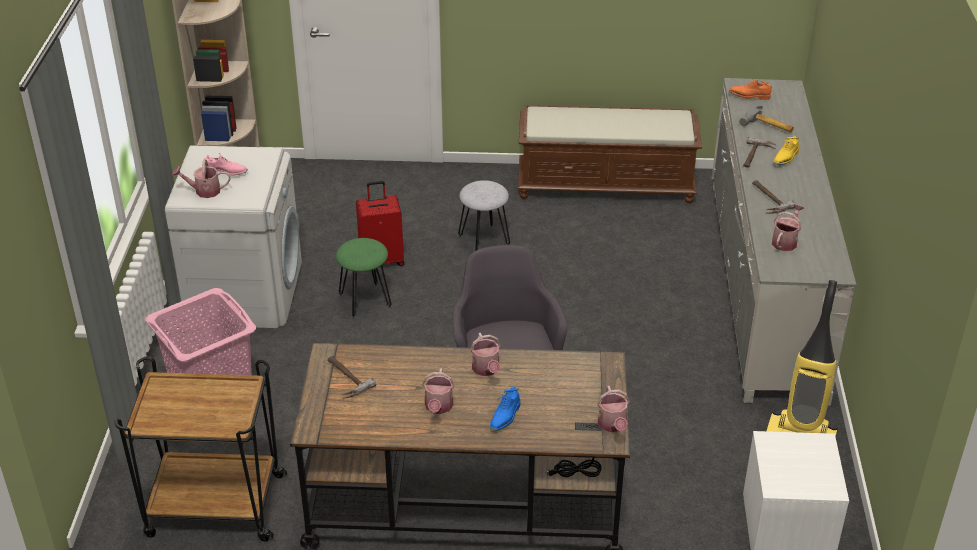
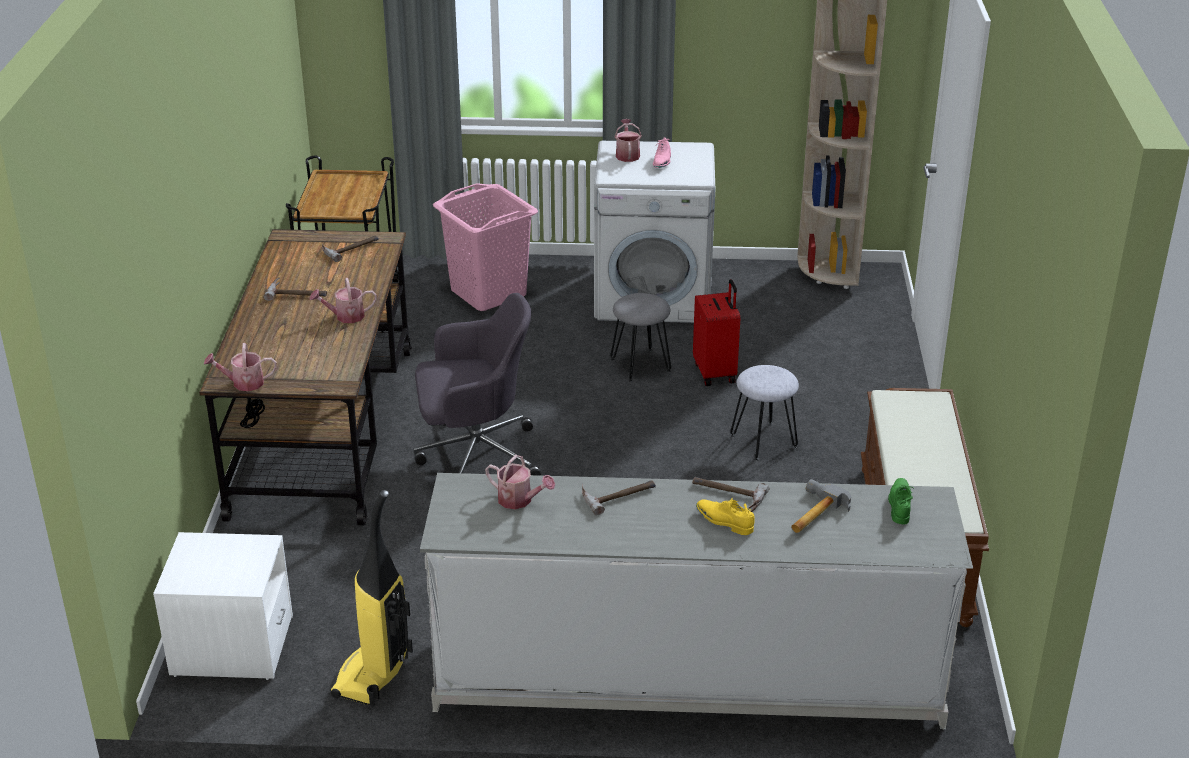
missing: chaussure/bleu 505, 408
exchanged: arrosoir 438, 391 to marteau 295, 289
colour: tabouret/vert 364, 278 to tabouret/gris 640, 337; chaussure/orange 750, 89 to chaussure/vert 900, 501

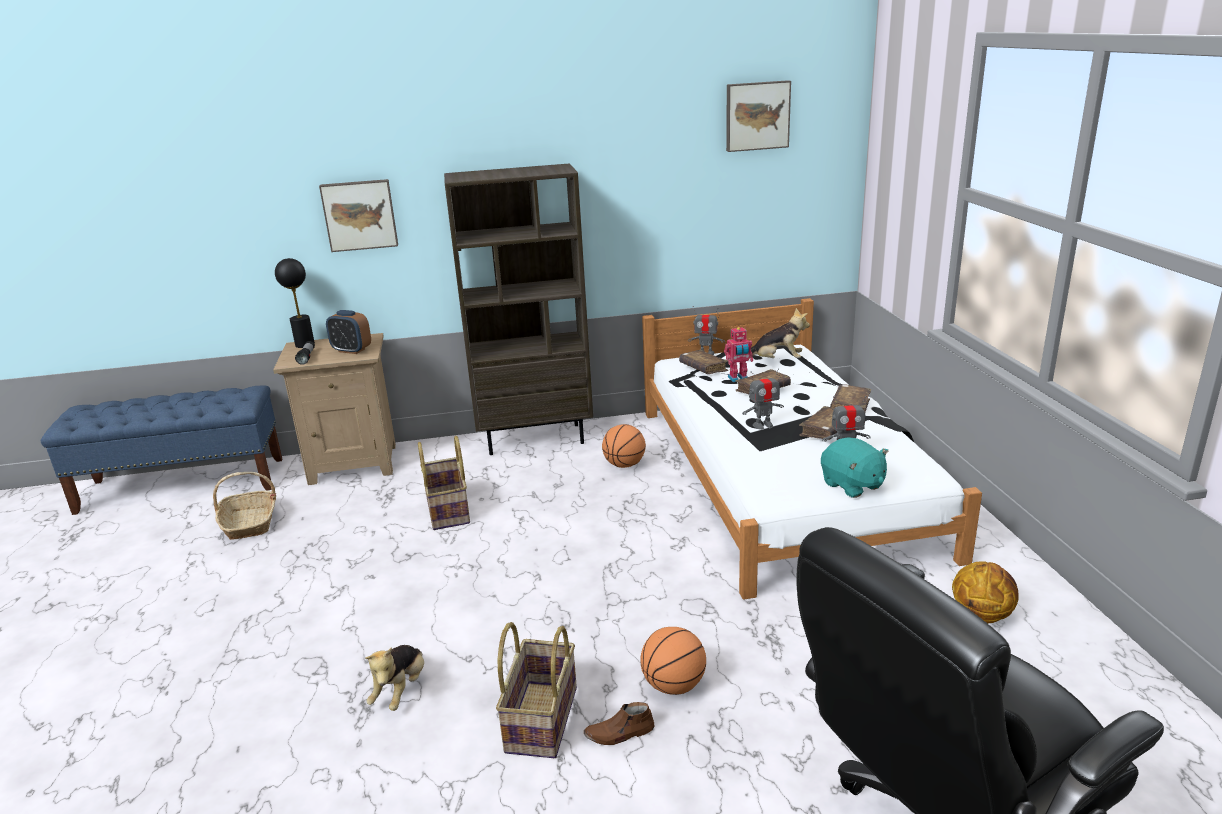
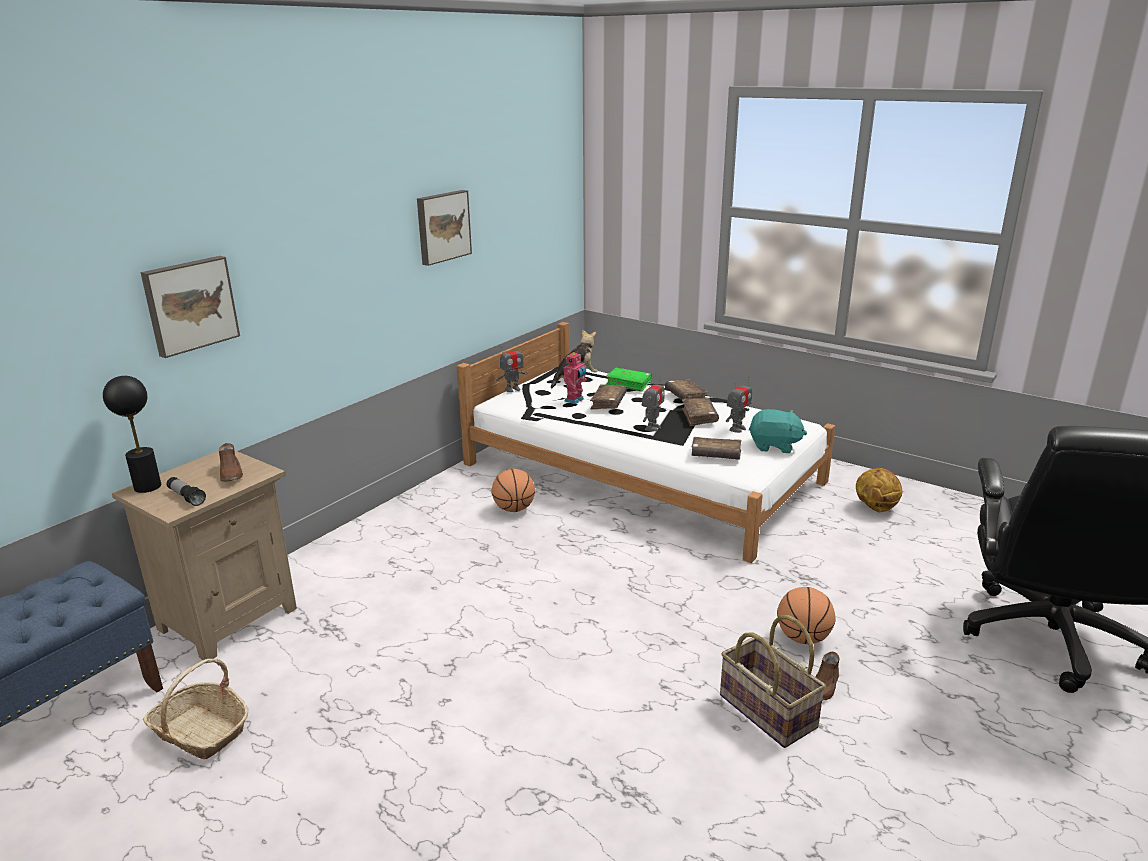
missing: peluche 394, 678; panier 444, 483; bibliothèque/marron 518, 309
appeared: livre/vert 628, 380
relocated: tableau 758, 116 to 444, 228; livre/marron 703, 362 to 716, 448
exchanged: réveil 348, 332 to chaussure/marron 231, 462

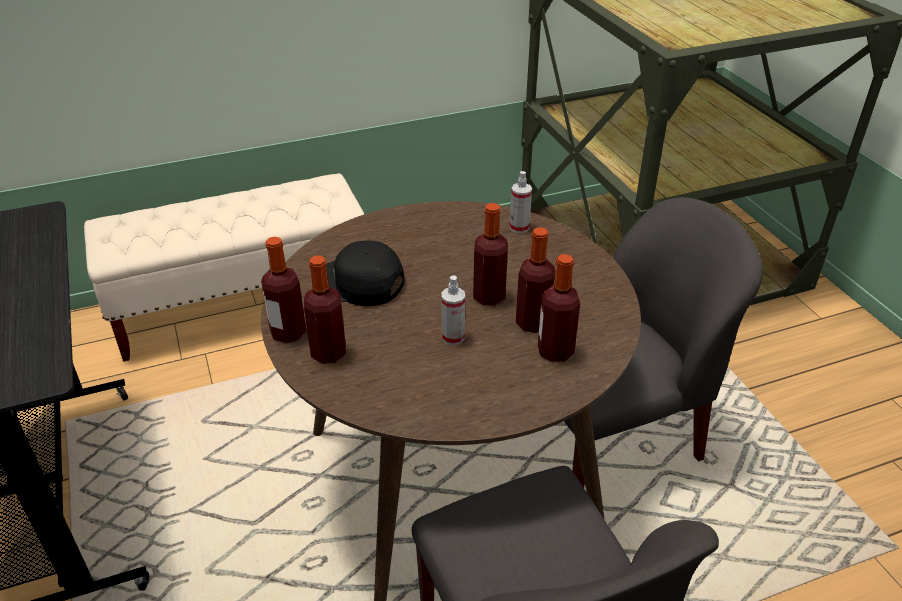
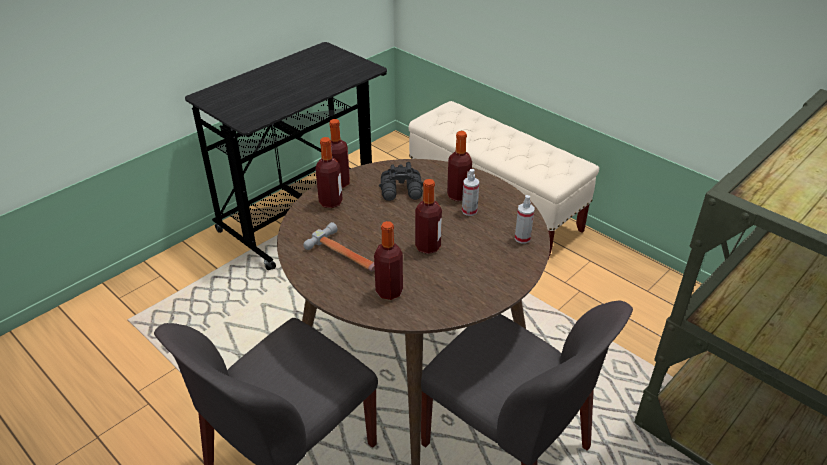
appeared: marteau 339, 246
relocated: bouteille 536, 280 to 459, 166; vaporisateur 453, 310 to 470, 192
exchanged: casquette/noir 365, 273 to jumelles/noir 401, 181

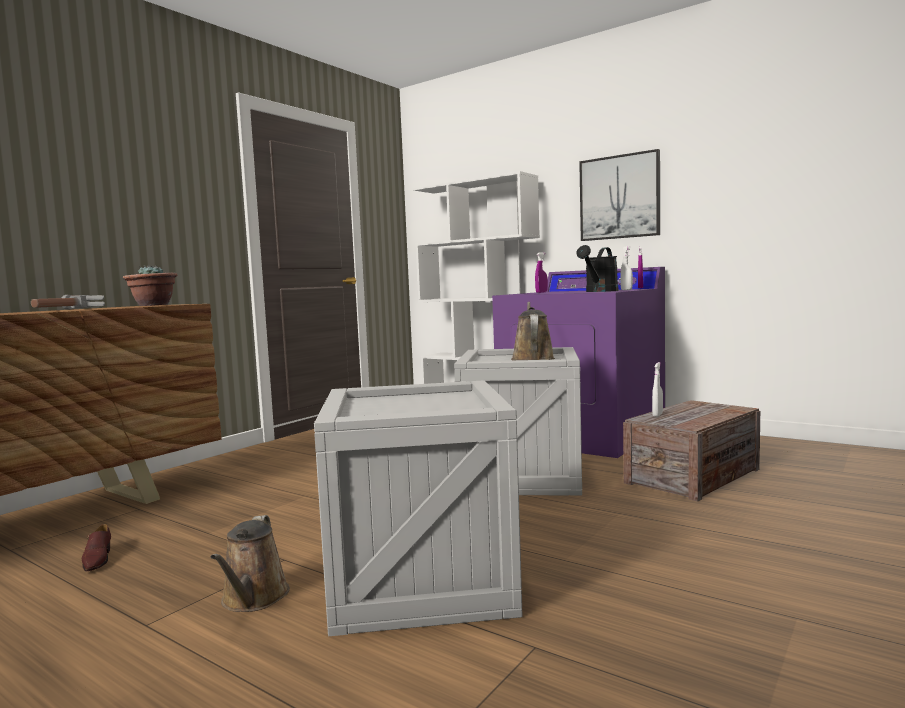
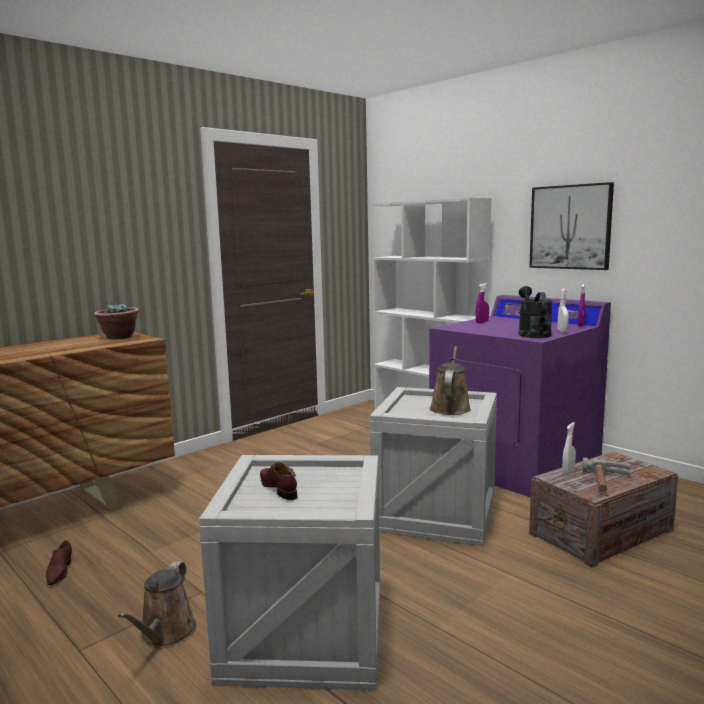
appeared: chaussure/marron 279, 481
relocated: marteau 68, 302 to 607, 474
spun: arrosoir/noir 597, 268 = 535, 312 135 degrees clockwise

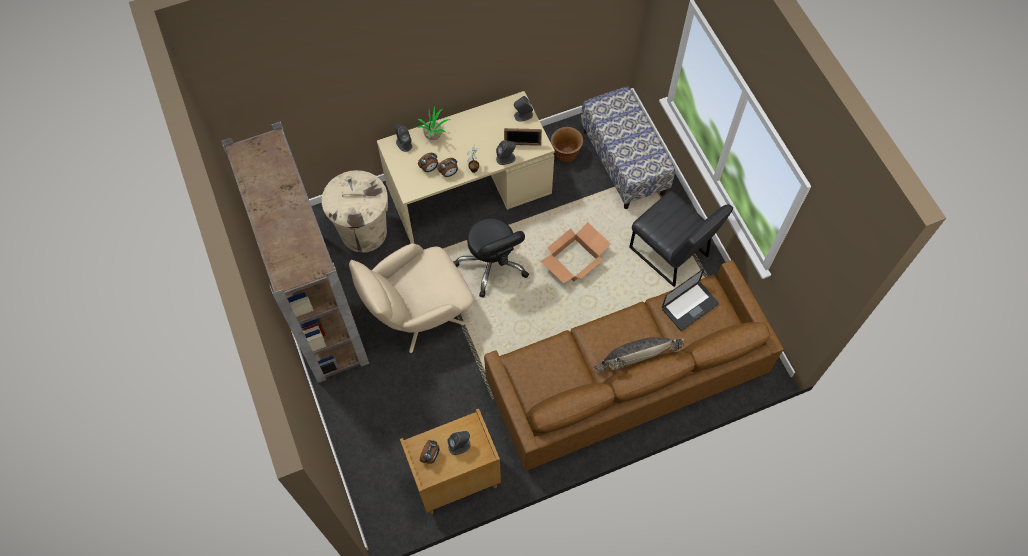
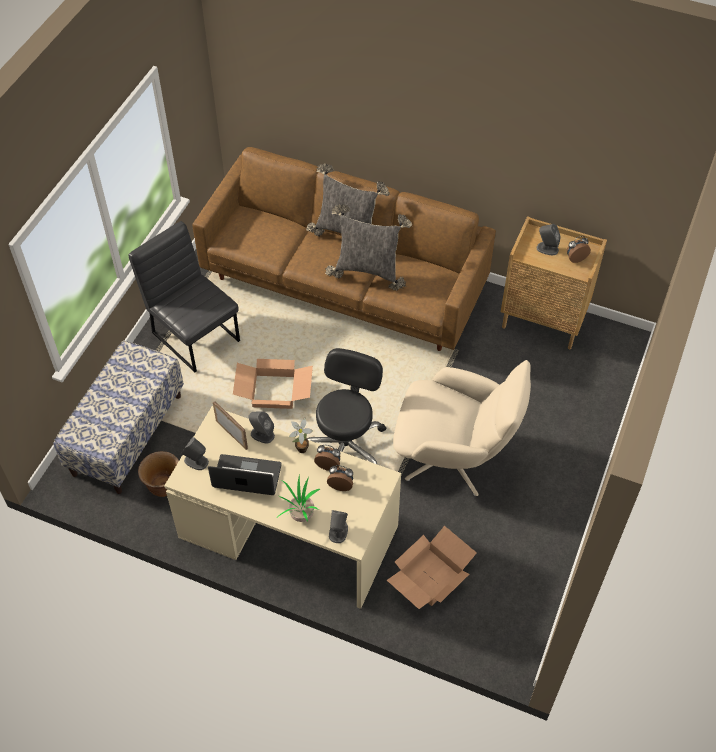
missing: bibliothèque/marron 296, 252
appeared: coussin 369, 247
relocated: ordinateur portable 690, 299 to 245, 474
exchanged: poubelle/beige 355, 211 to carton 432, 567
spun: chaise/gris 681, 239 = 184, 296 45 degrees counterclockwise

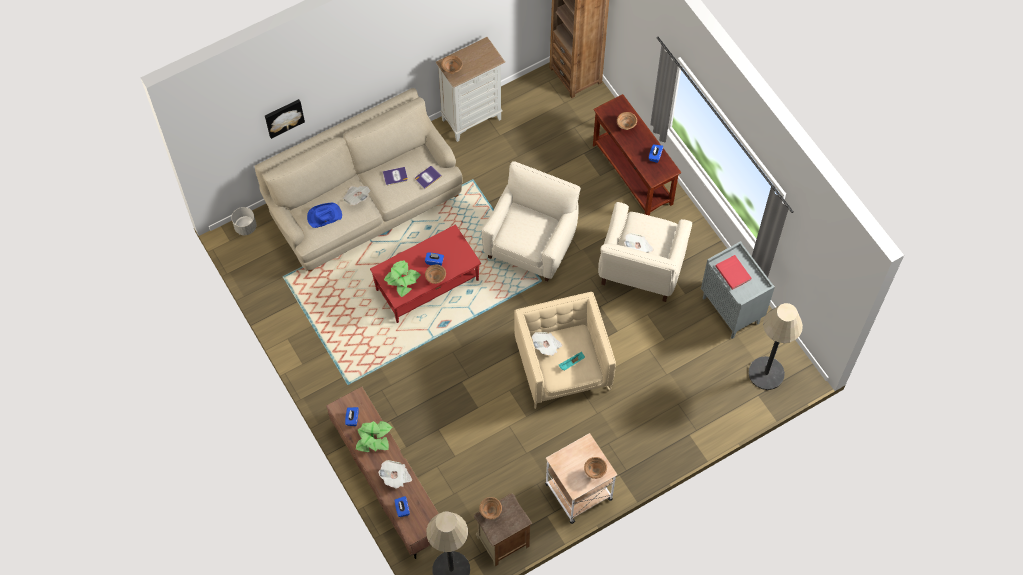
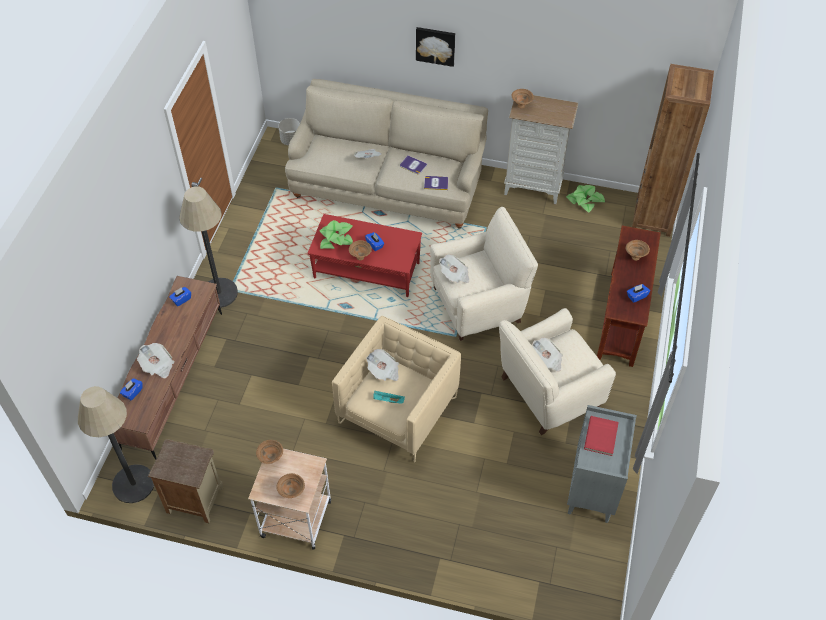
missing: chapeau/bleu 324, 215
appeared: journal 454, 268
relocated: lampadaire 775, 346 to 208, 247; bol/marron 490, 508 to 269, 452; tableau 285, 119 to 435, 47; plante en pot 374, 436 to 585, 199

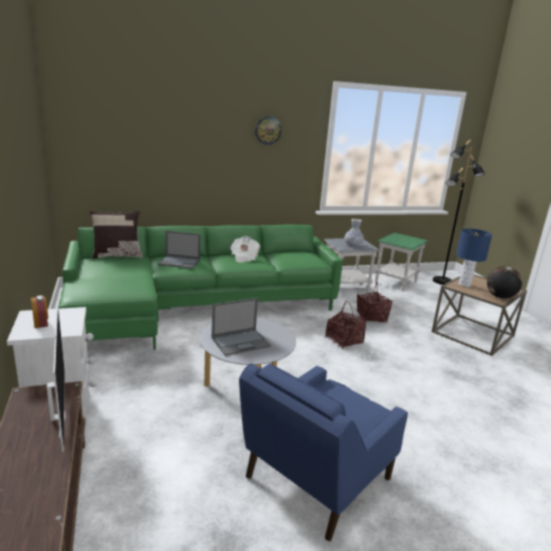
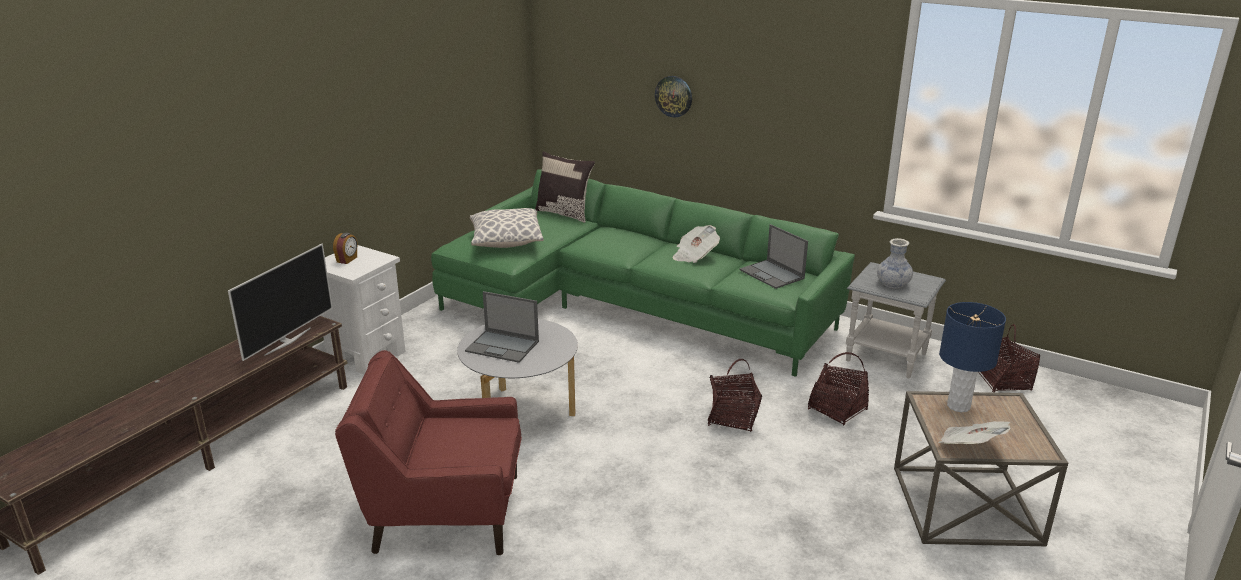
missing: lampadaire/noir 459, 212
appeared: coussin 507, 228
relocated: horloge murale 268, 130 to 673, 96; ordinateur portable 179, 250 to 773, 256
exchanged: globe 504, 282 to journal 974, 432; table d'appoint/vert 401, 262 to panier 1009, 358
colour: fauteuil/bleu 323, 452 to fauteuil/rouge 428, 452

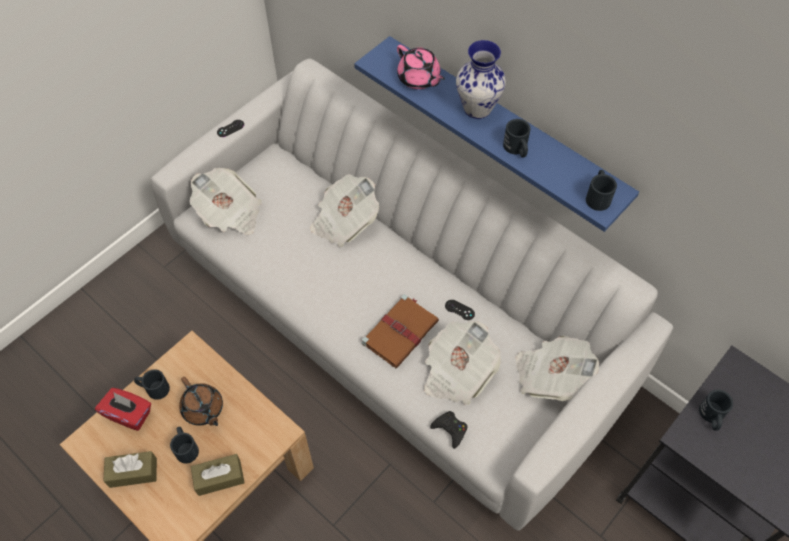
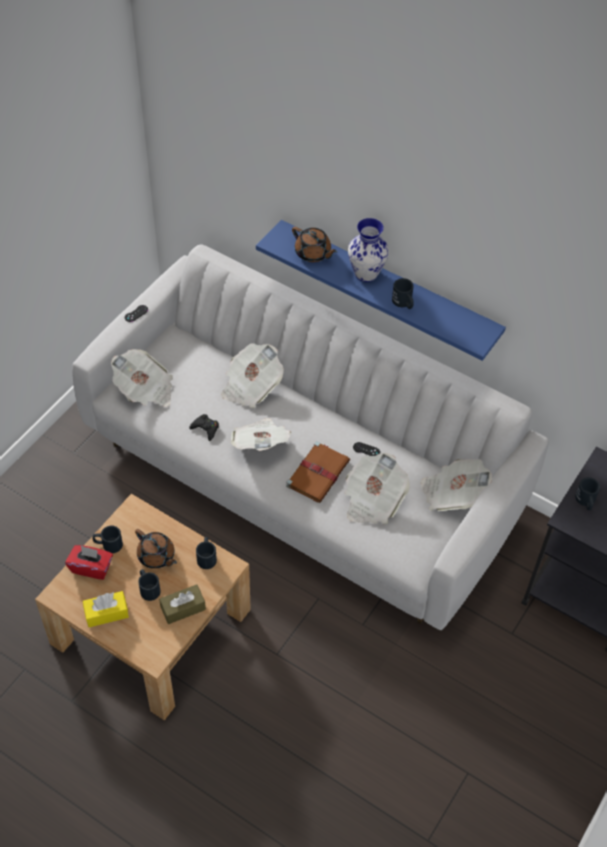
appeared: journal 261, 434
relocated: manette/noir 448, 430 to 204, 427; mug/noir 601, 190 to 206, 553
colour: boîte à mouchoirs/marron 130, 469 to boîte à mouchoirs/jaune 106, 609; théière/rose 421, 67 to théière/marron 315, 244

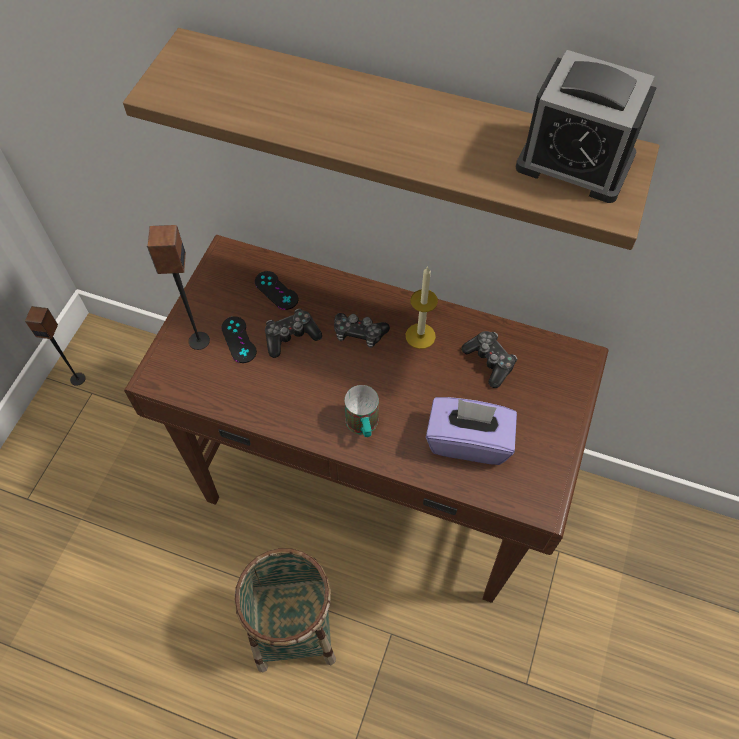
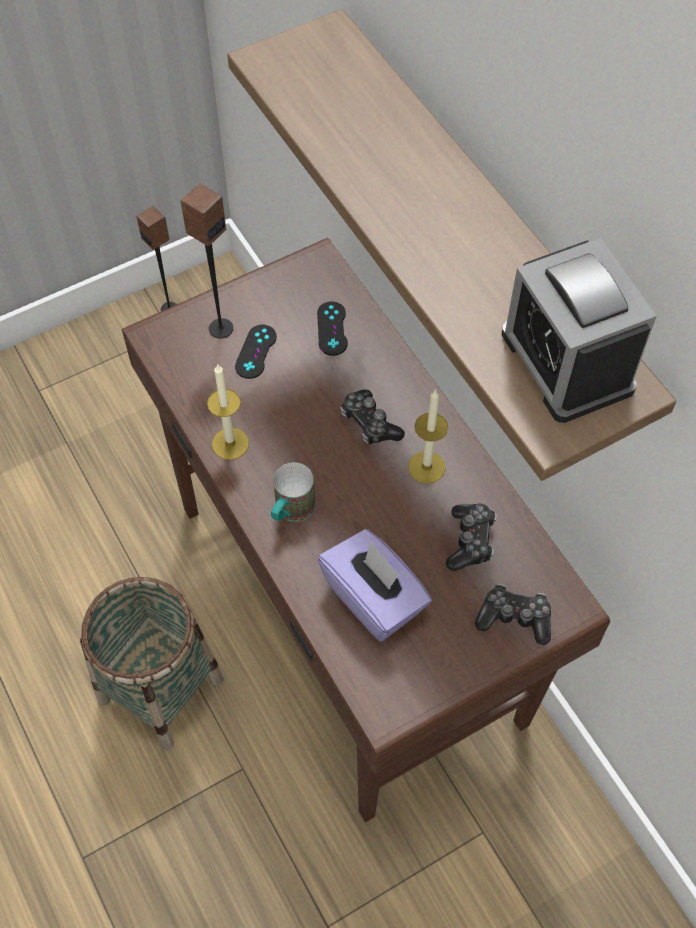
appeared: bougie 228, 412
relocated: manette 293, 333 to 513, 614

